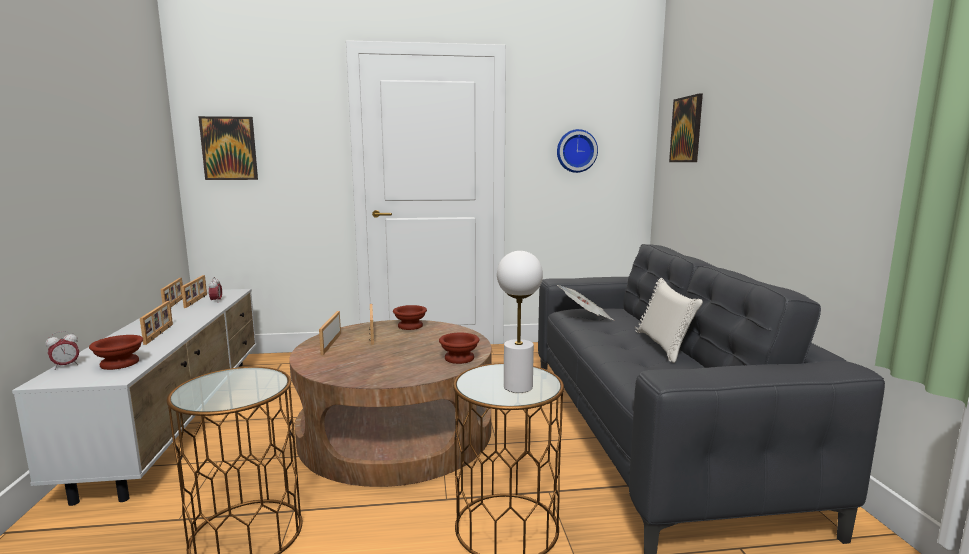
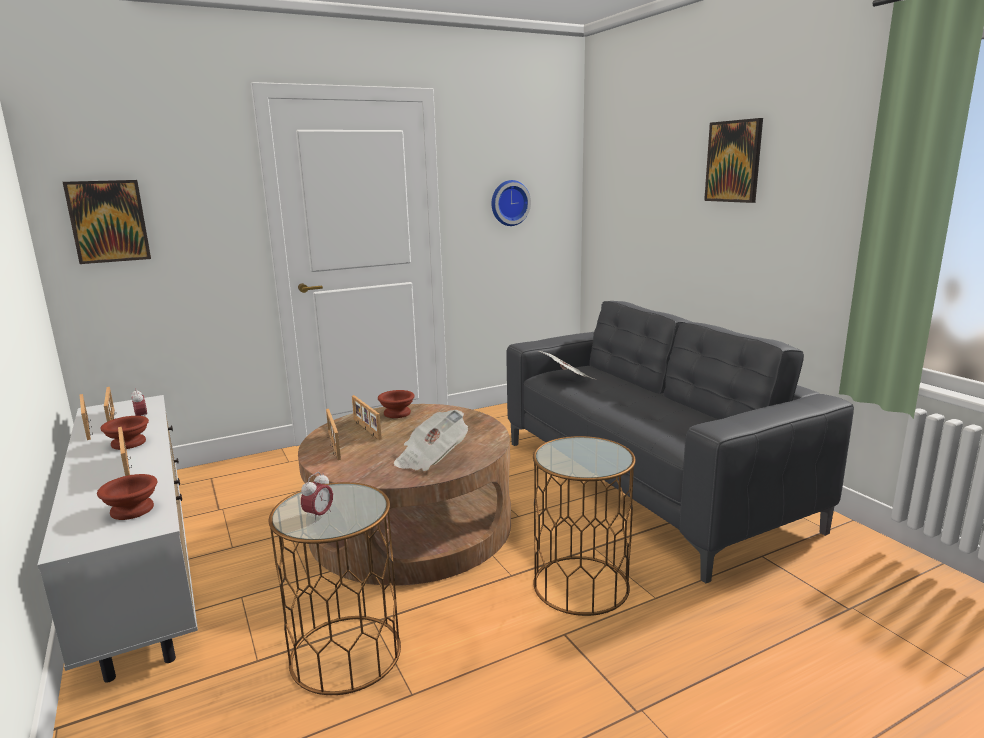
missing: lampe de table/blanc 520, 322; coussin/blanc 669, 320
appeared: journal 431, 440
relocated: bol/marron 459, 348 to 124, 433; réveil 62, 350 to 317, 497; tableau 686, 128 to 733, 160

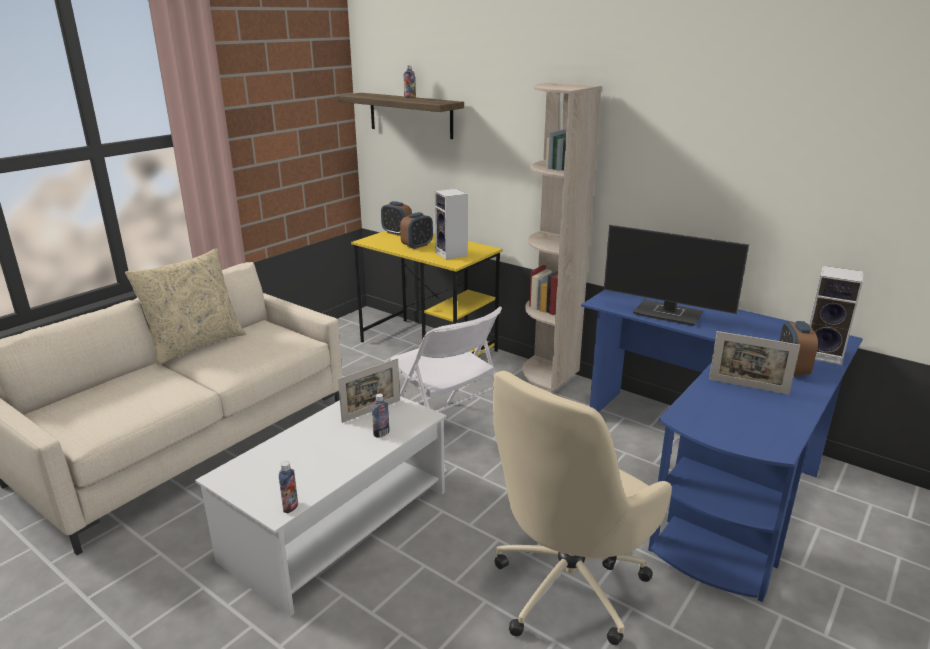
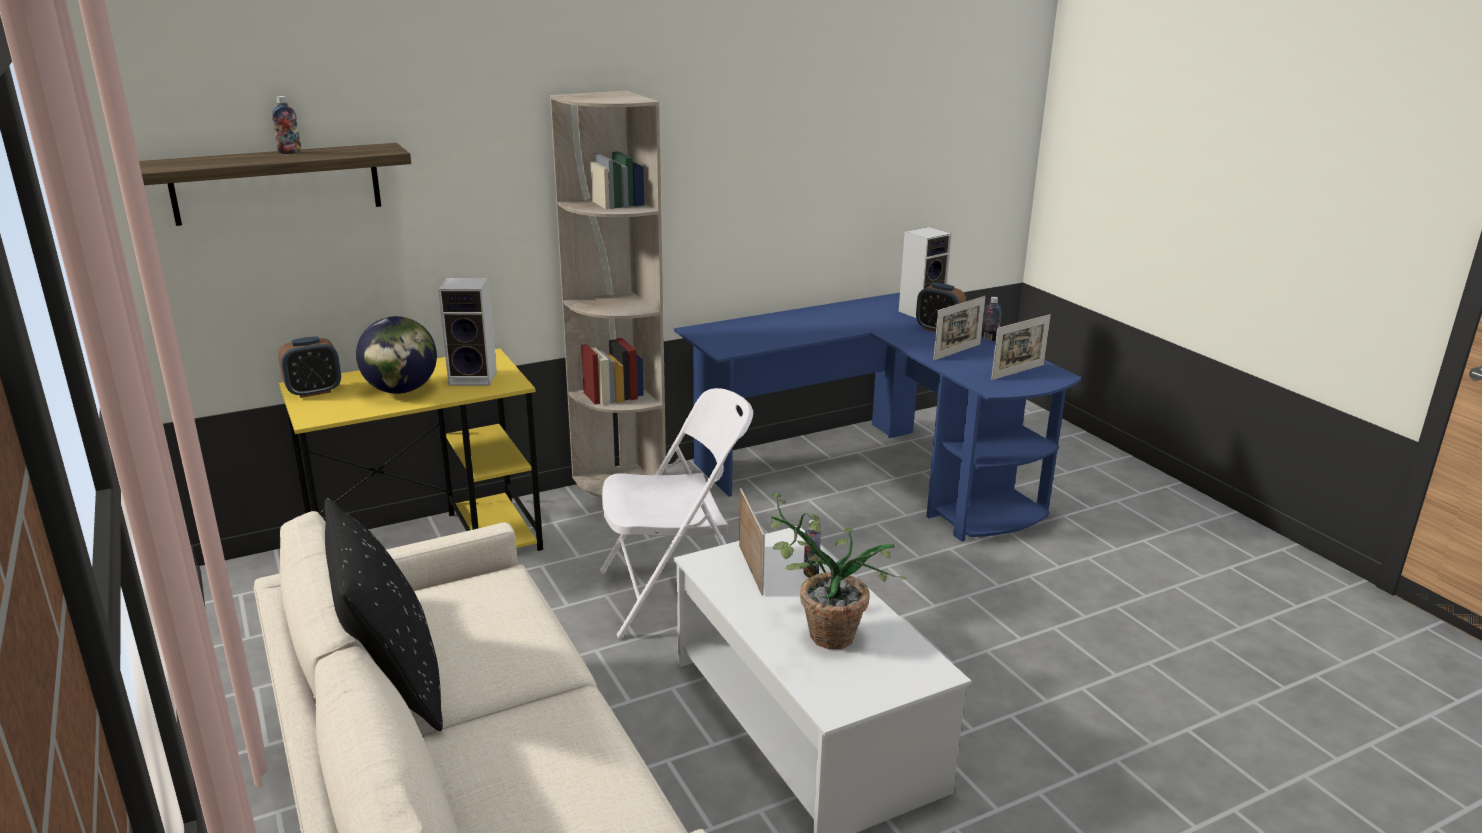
missing: chaise de bureau/beige 582, 508; écran d'ordinateur 676, 275
appeared: plante en pot 839, 571; cadre photo 1021, 347
relocated: bouteille 288, 487 to 992, 319
exchanged: réveil 416, 230 to globe 396, 355
colour: coussin/beige 185, 306 to coussin/noir 383, 614

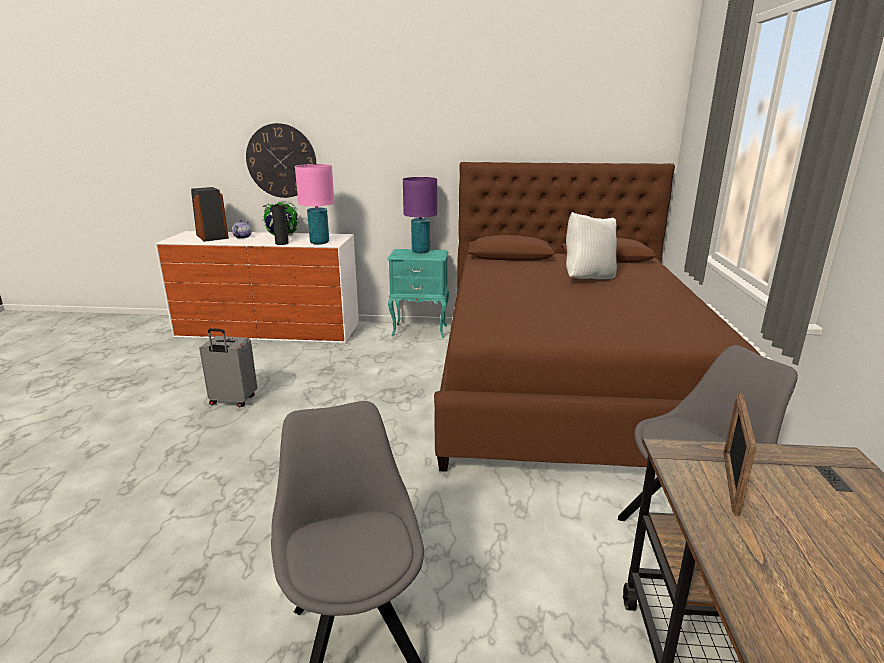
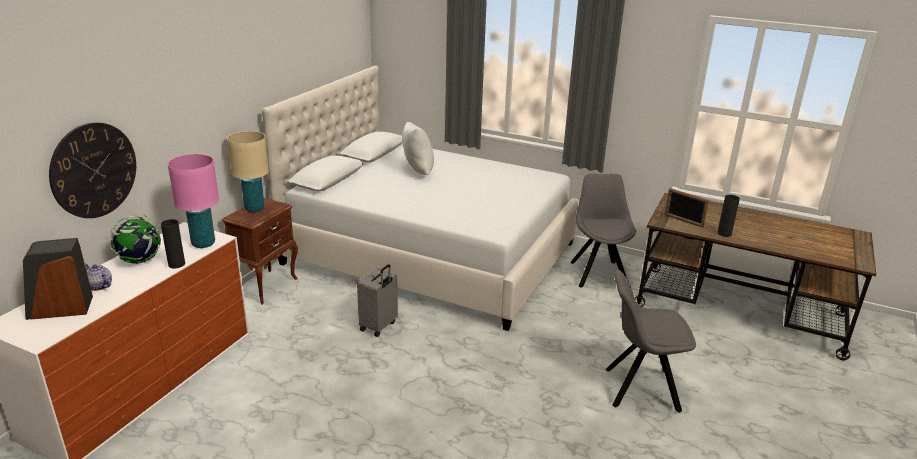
appeared: vase/noir 728, 216
relocated: valise/gris 228, 368 to 377, 300
colour: table de chevet/turquoise 418, 293 to table de chevet/marron 260, 251; lampe de table/violet 420, 215 to lampe de table/beige 248, 171; lit/marron 597, 317 to lit/blanc 421, 198

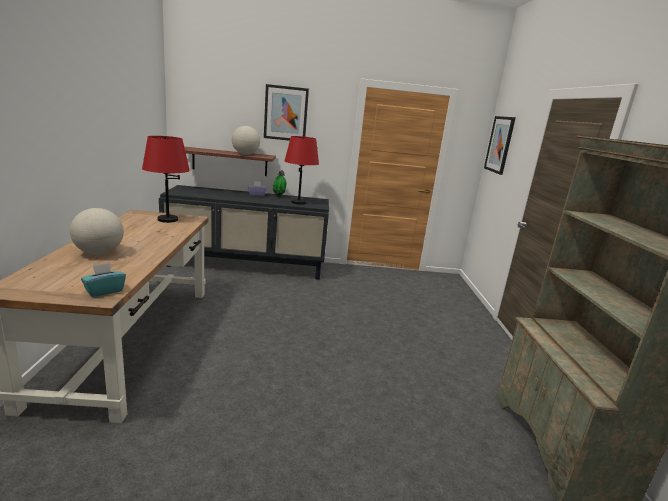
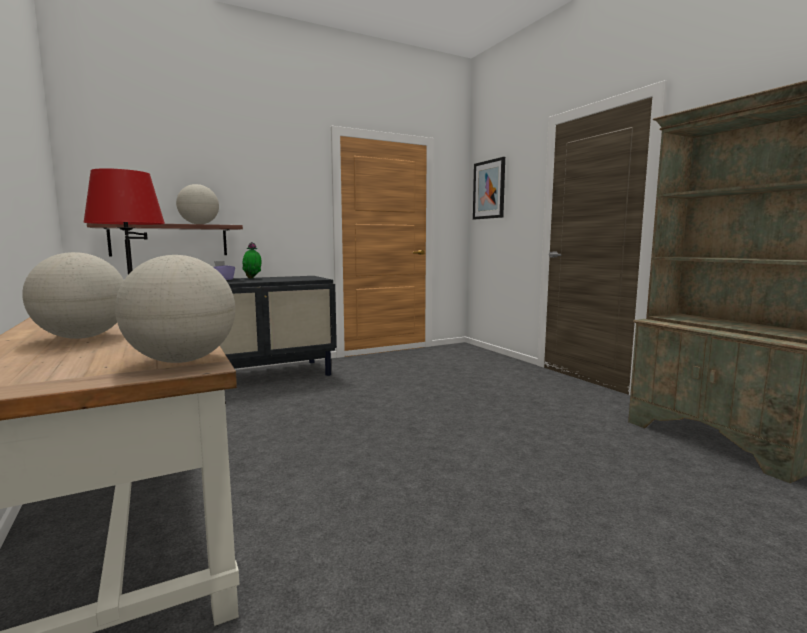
missing: tableau 286, 112; lampe de table/rouge 302, 170
exchanged: boîte à mouchoirs/turquoise 103, 280 to globe 175, 309

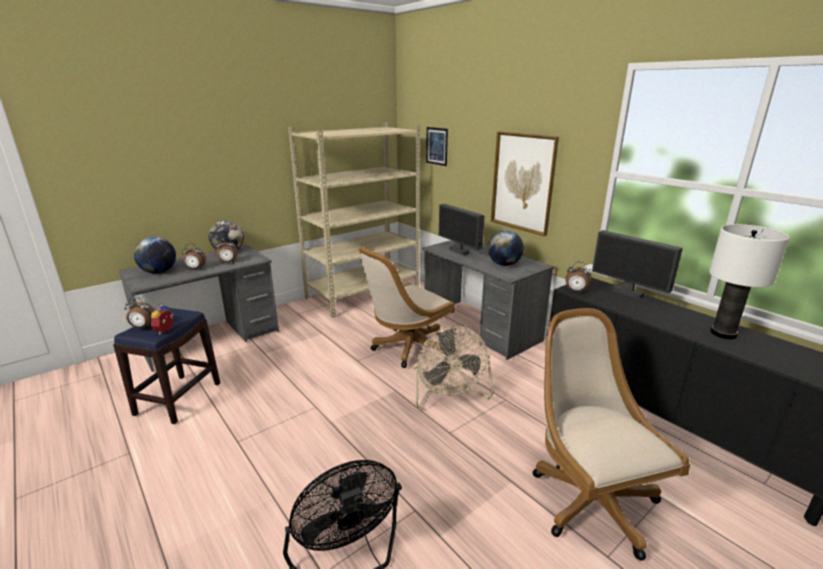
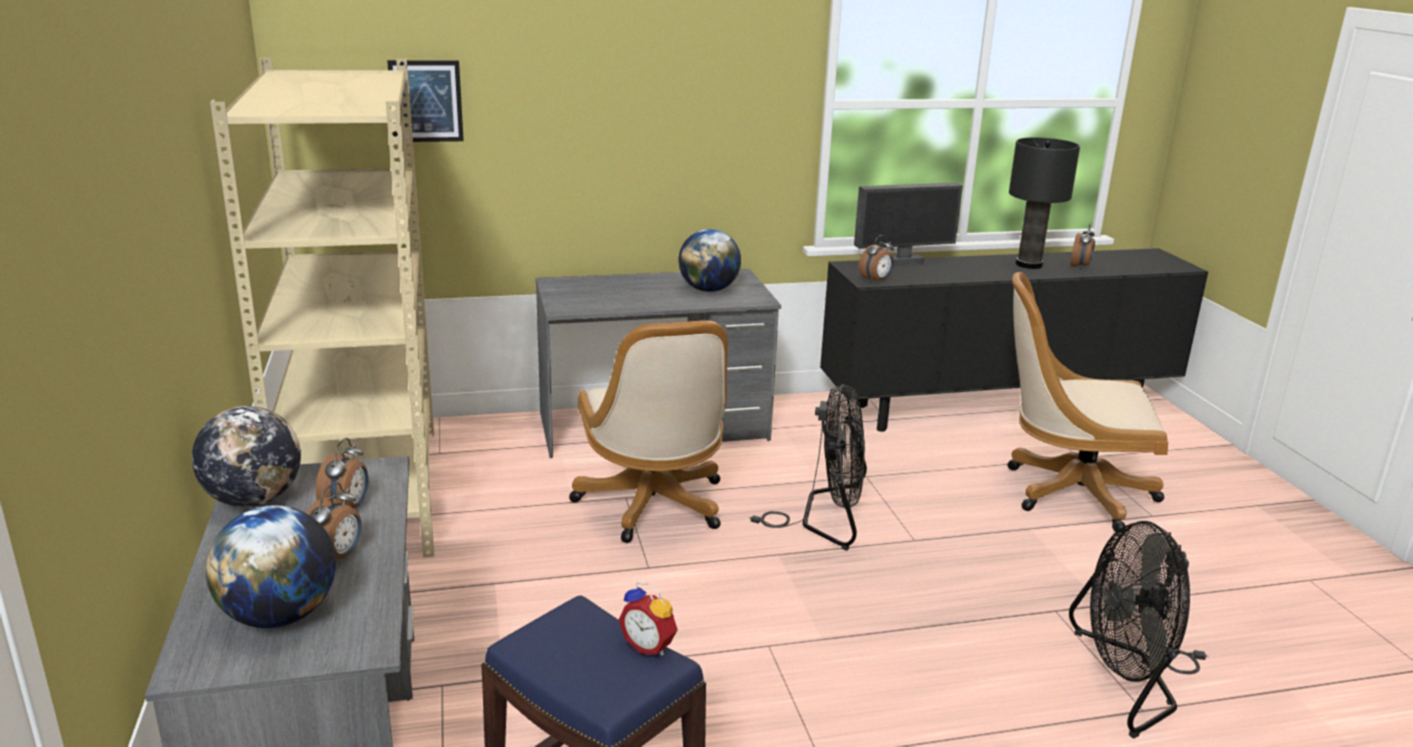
missing: écran d'ordinateur 462, 230; tableau 525, 184
relocated: réveil 140, 312 to 1083, 246
colour: ventilateur/beige 454, 368 to ventilateur/noir 808, 467; lampe de table/blanc 749, 281 to lampe de table/noir 1044, 203

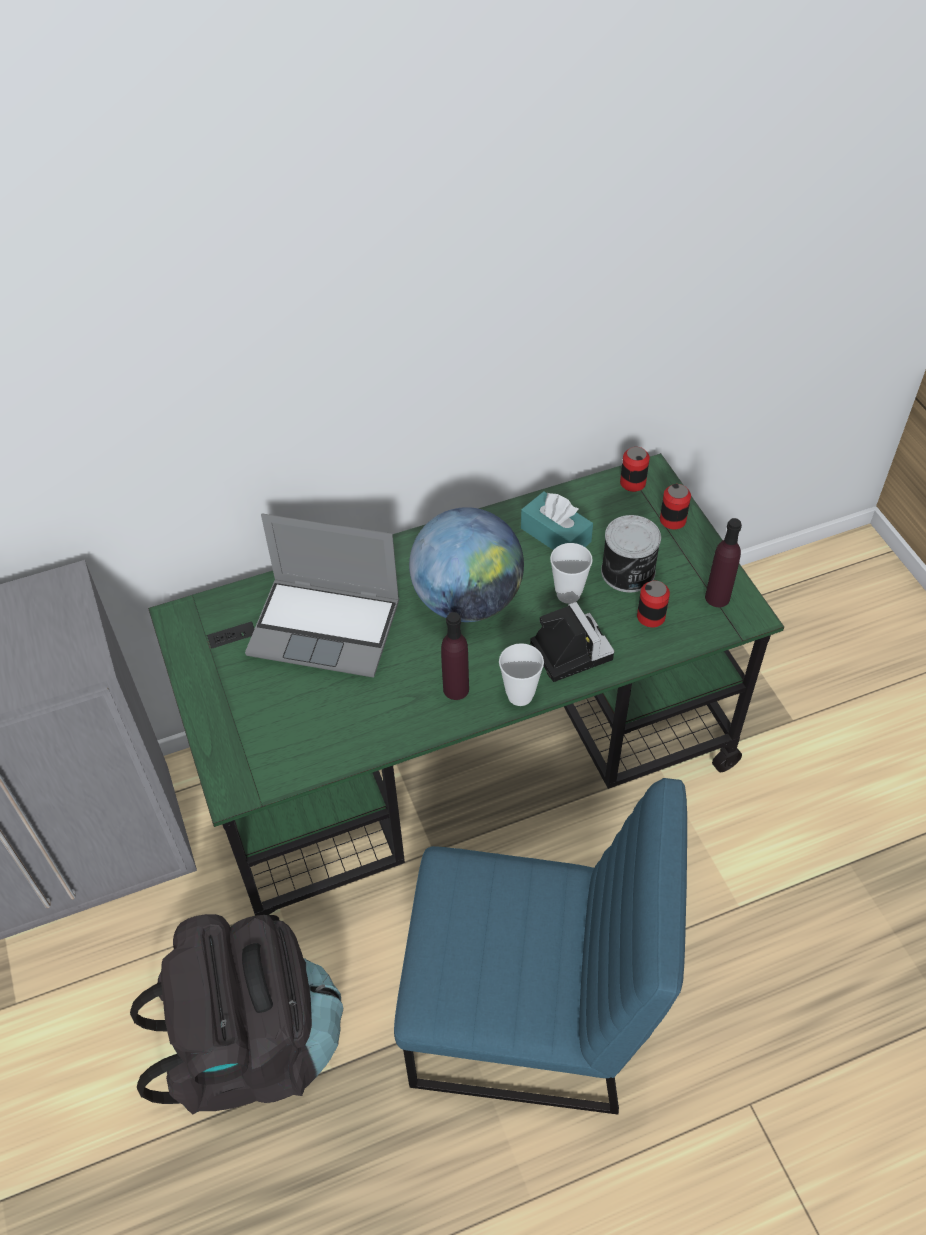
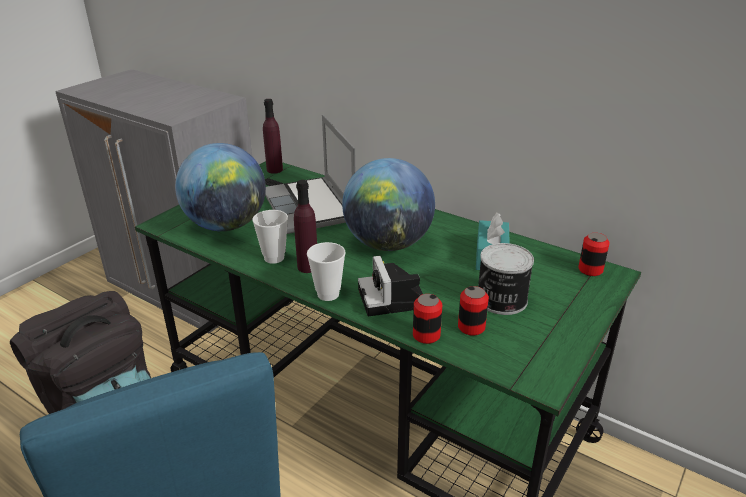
appeared: globe 220, 187
relocated: tasse 571, 573 to 270, 237; bouteille/violet 723, 562 to 273, 136; boîte métallique 675, 507 to 427, 319
spun: appareil photo 572, 642 = 390, 286 135 degrees clockwise

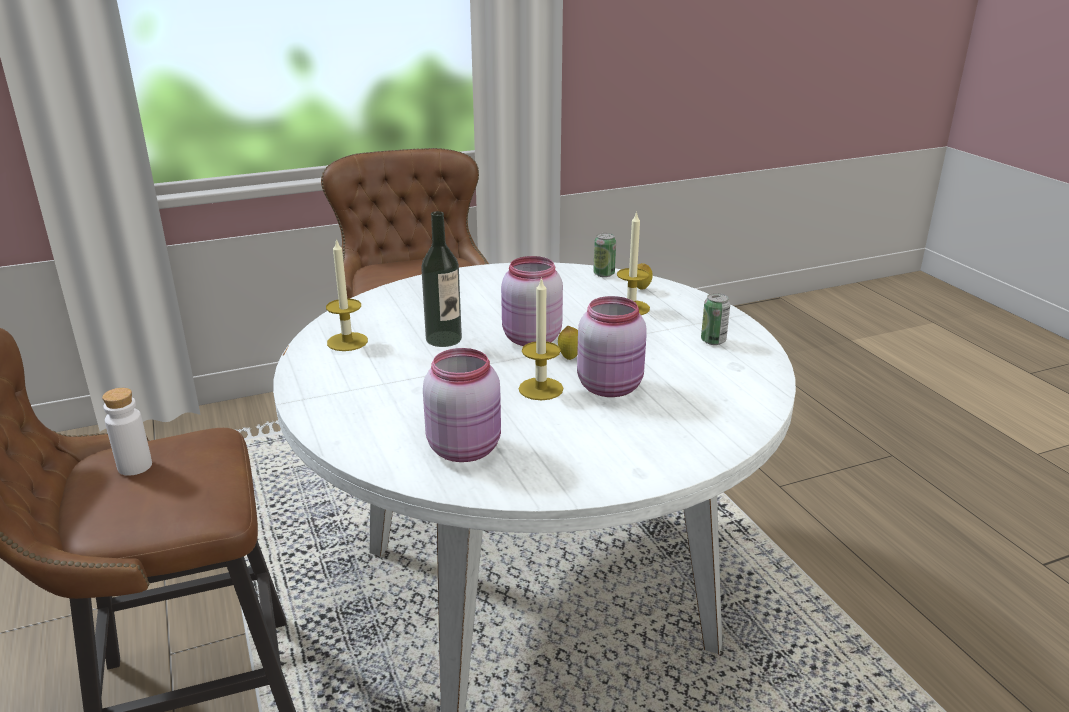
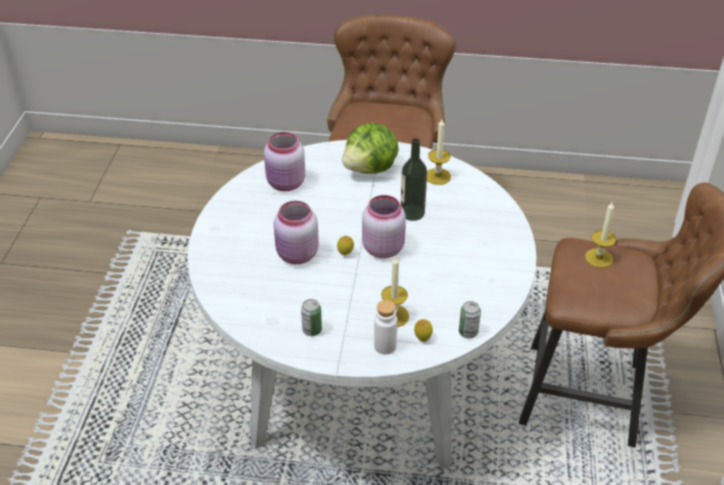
appeared: laitue 370, 148
relocated: bouteille/blanc 127, 432 to 385, 327; bougie 541, 338 to 600, 234

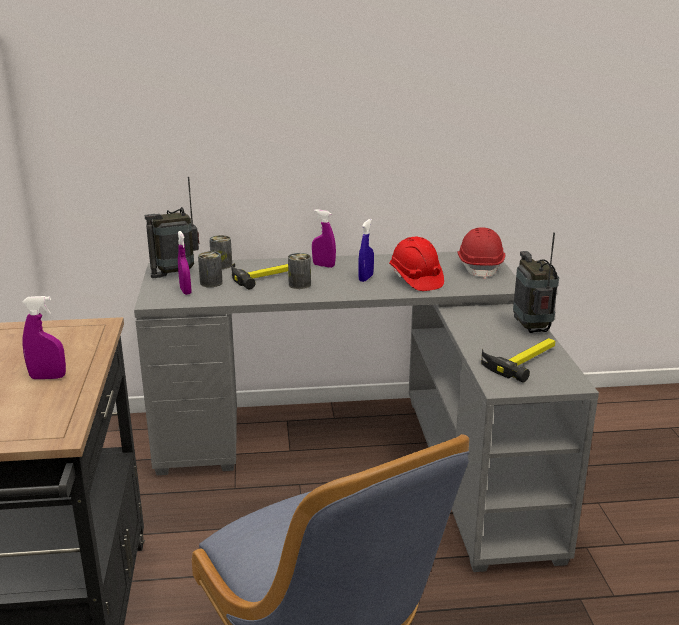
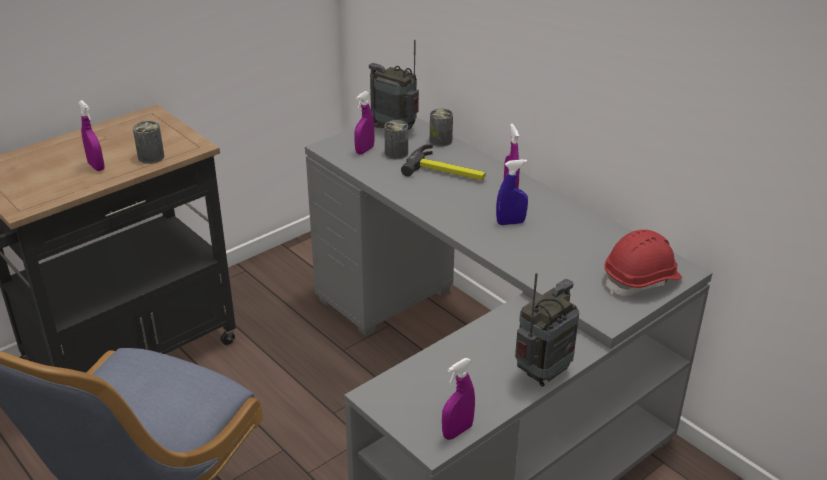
missing: casque de chantier/rouge 416, 263; marteau 518, 360
appeared: vaporisateur/violet 458, 399
relocated: boîte métallique 299, 271 to 148, 142

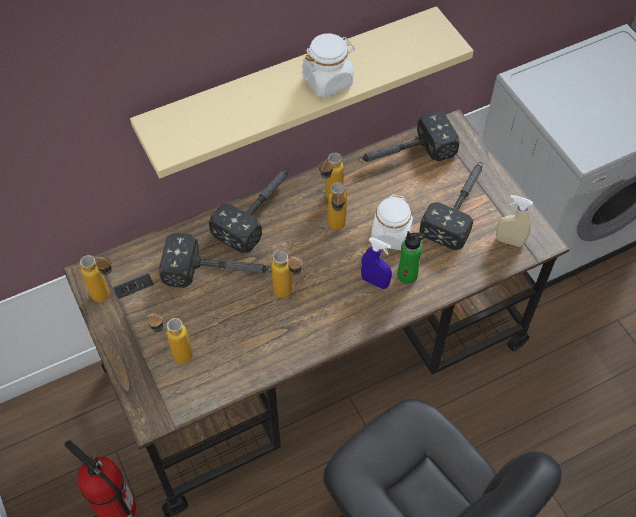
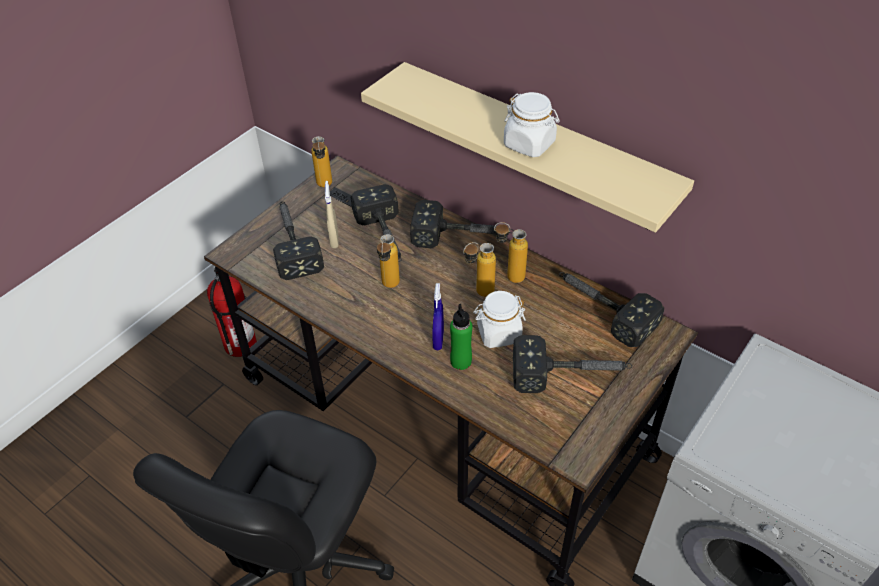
relocated: vaporisateur/beige 514, 221 to 332, 214
exchanged: bouteille 169, 338 to marteau 298, 241

